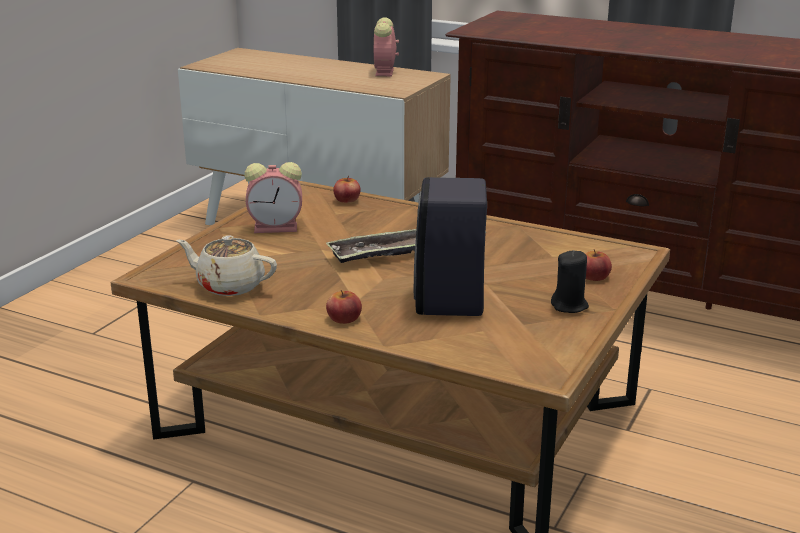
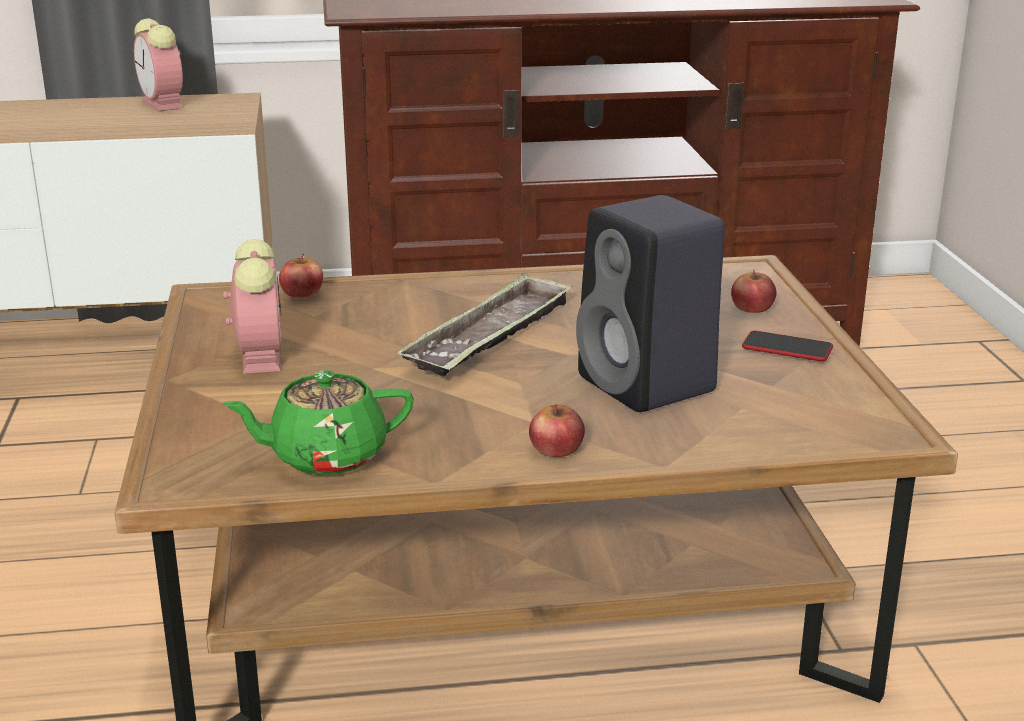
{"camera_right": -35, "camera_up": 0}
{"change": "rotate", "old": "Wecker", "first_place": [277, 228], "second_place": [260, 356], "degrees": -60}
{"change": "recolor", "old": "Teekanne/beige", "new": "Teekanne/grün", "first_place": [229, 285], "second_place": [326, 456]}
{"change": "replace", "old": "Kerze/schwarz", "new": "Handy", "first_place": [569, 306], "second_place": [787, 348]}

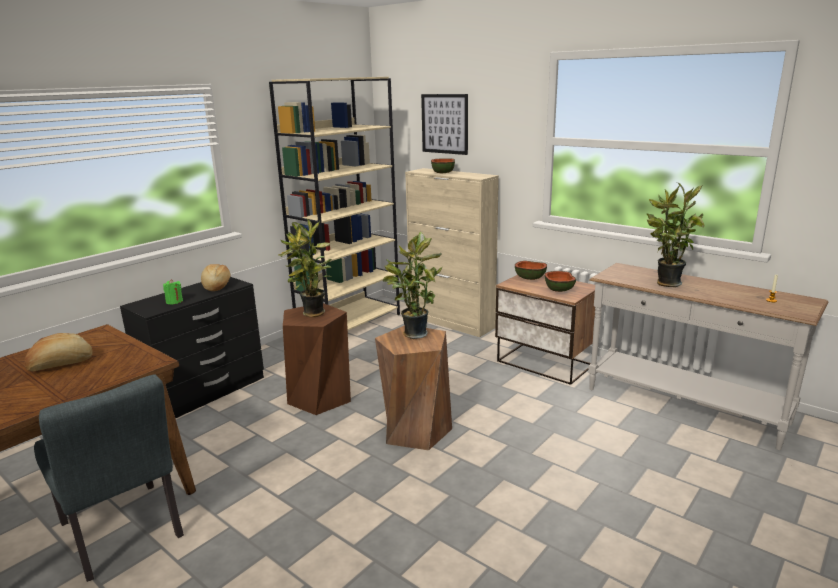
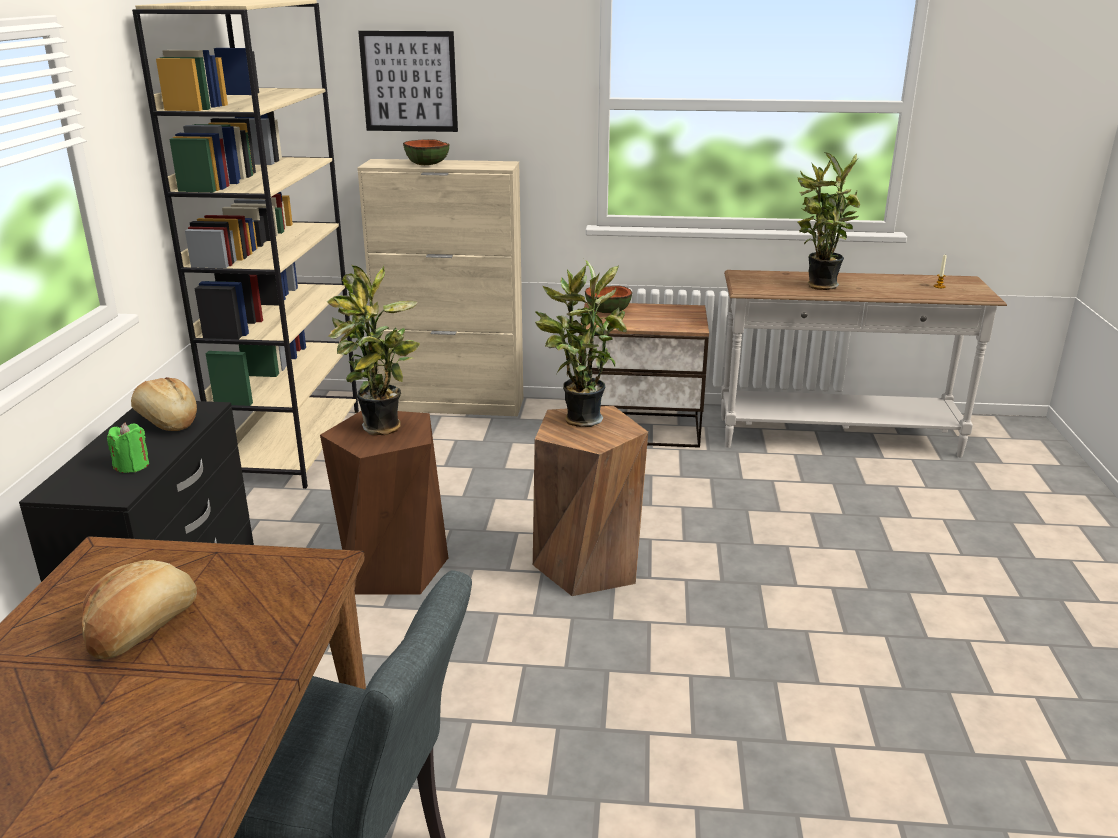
{"camera_right": -35, "camera_up": 5}
{"change": "delete", "old": "Schüssel", "first_place": [559, 290]}

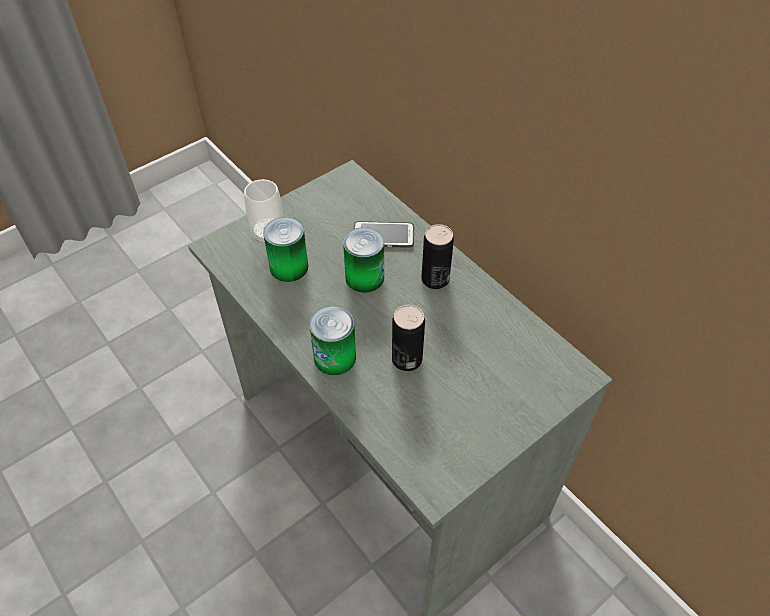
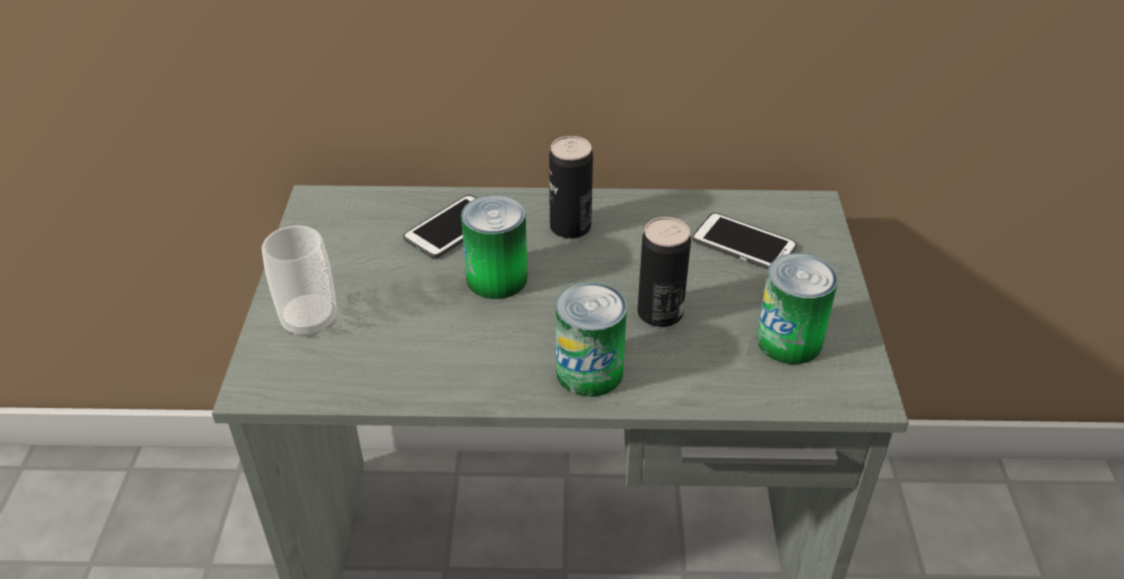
{"camera_right": -50, "camera_up": -10}
{"change": "move", "old": "Dose", "first_place": [289, 267], "second_place": [789, 340]}
{"change": "insert", "new": "Handy", "second_place": [743, 244]}

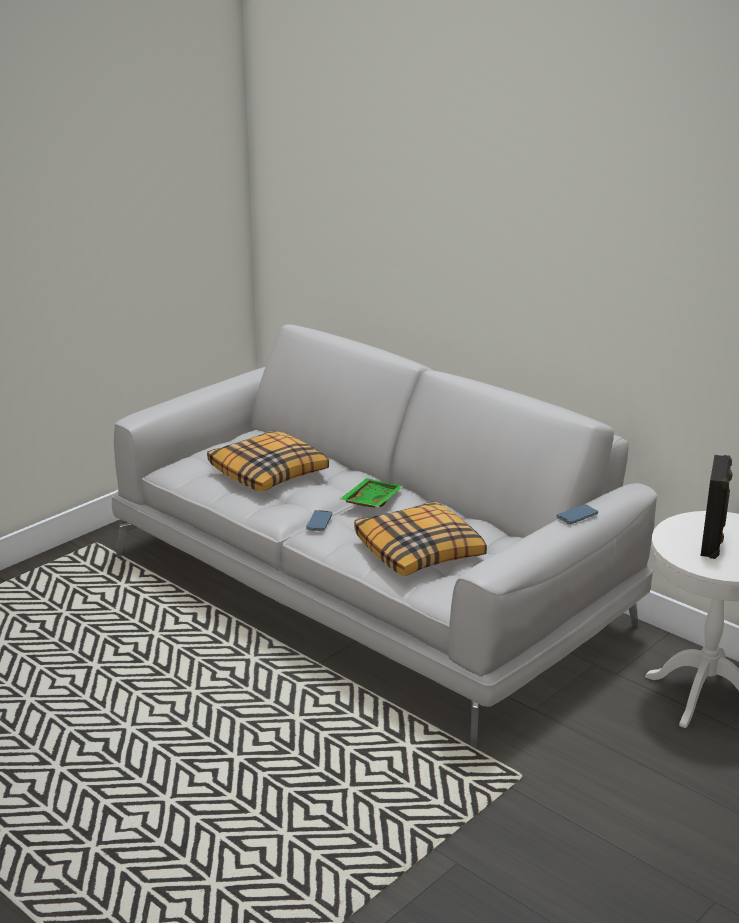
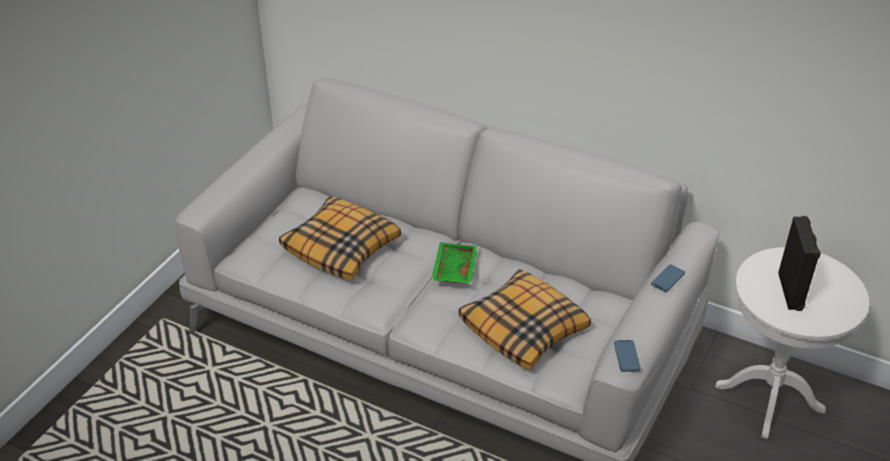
{"camera_right": -15, "camera_up": 15}
{"change": "move", "old": "Handy", "first_place": [319, 522], "second_place": [626, 357]}

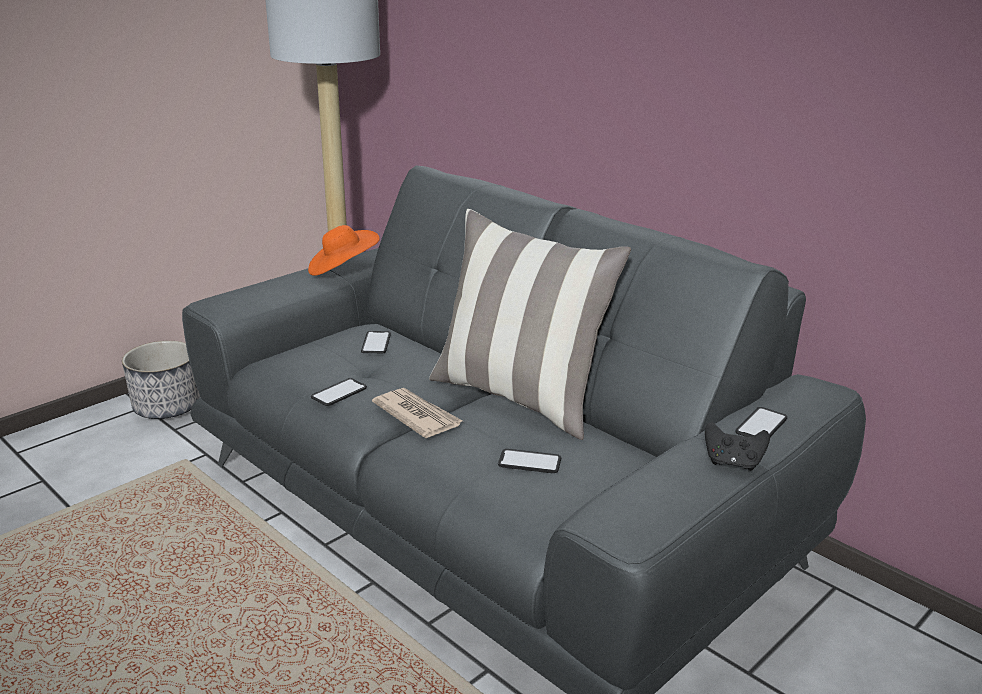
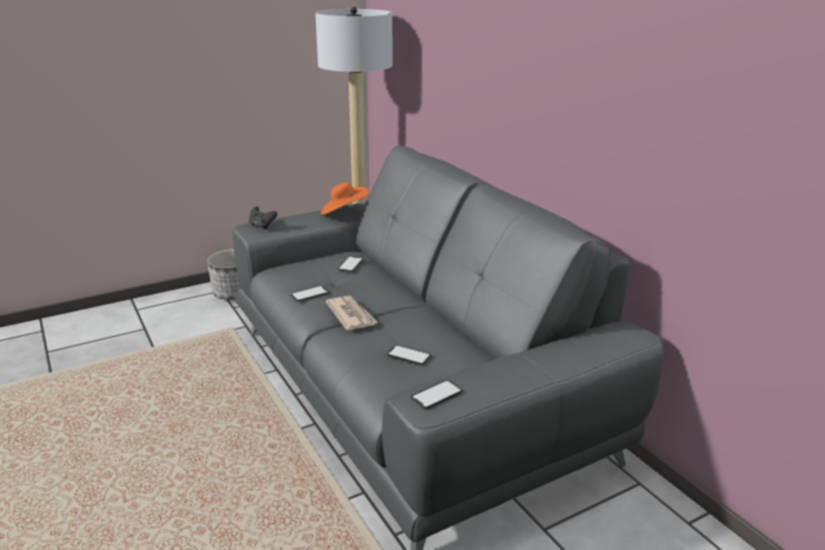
{"camera_right": 15, "camera_up": 0}
{"change": "delete", "old": "Kissen", "first_place": [520, 398]}
{"change": "move", "old": "Handy", "first_place": [761, 425], "second_place": [436, 395]}
{"change": "move", "old": "Gamepad/schwarz", "first_place": [733, 463], "second_place": [262, 226]}

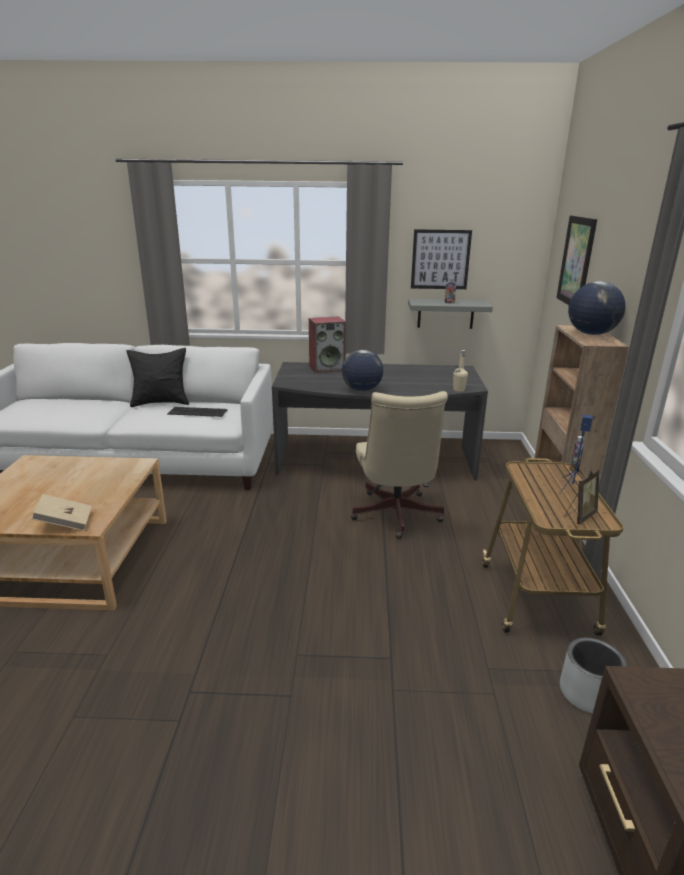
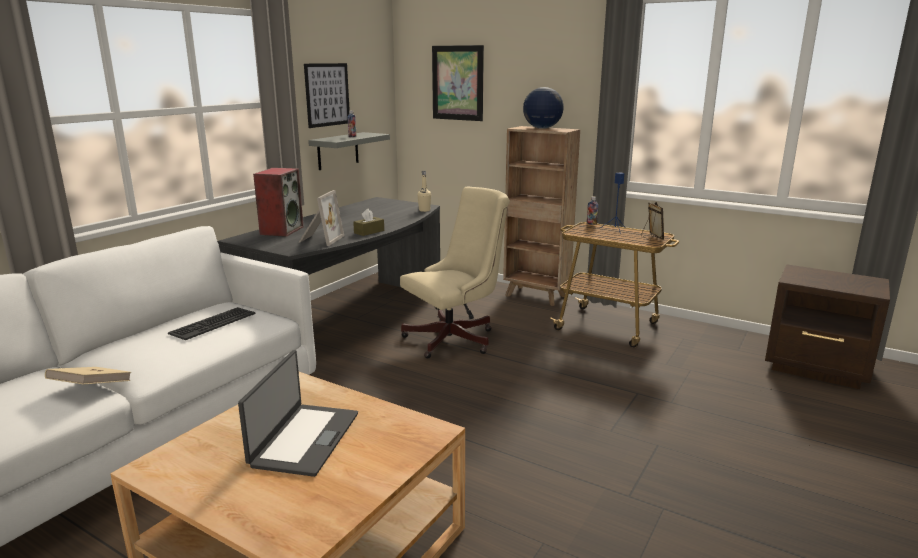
{"camera_right": -60, "camera_up": -5}
{"change": "delete", "old": "Kissen/schwarz", "first_place": [161, 402]}
{"change": "replace", "old": "Globus", "new": "Taschentuchbox/braun", "first_place": [361, 390], "second_place": [369, 232]}
{"change": "rotate", "old": "Bürostuhl/beige", "first_place": [395, 517], "second_place": [456, 338], "degrees": -60}
{"change": "move", "old": "Buch/beige", "first_place": [65, 523], "second_place": [92, 389]}
{"change": "delete", "old": "Pflanzkübel/grau", "first_place": [587, 693]}
{"change": "insert", "new": "Bilderrahmen", "second_place": [320, 239]}
{"change": "insert", "new": "Laptop", "second_place": [304, 439]}

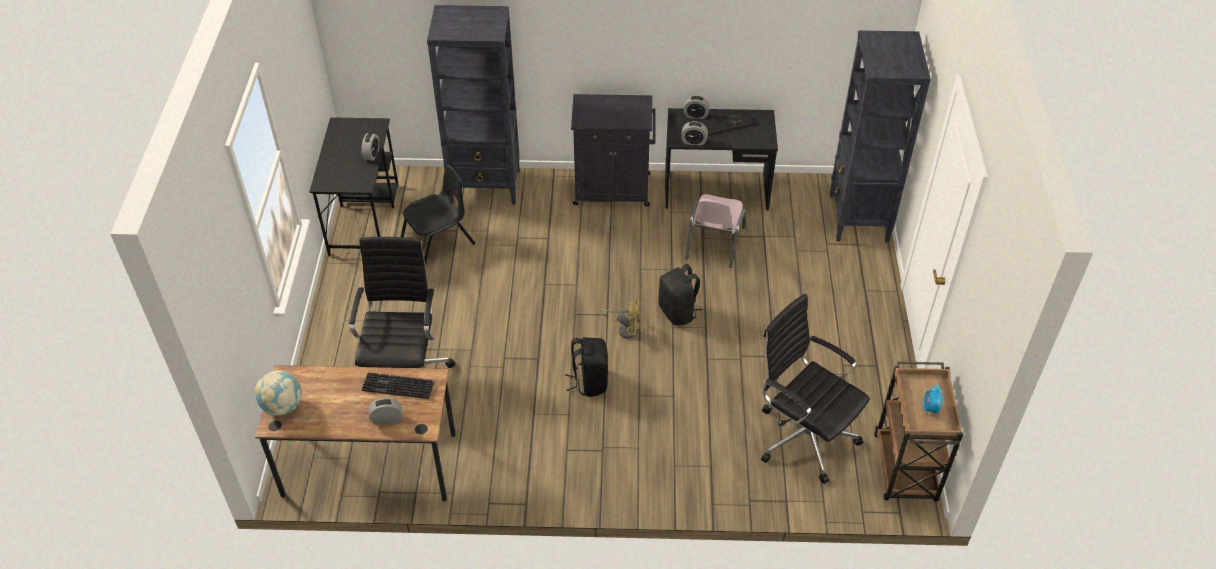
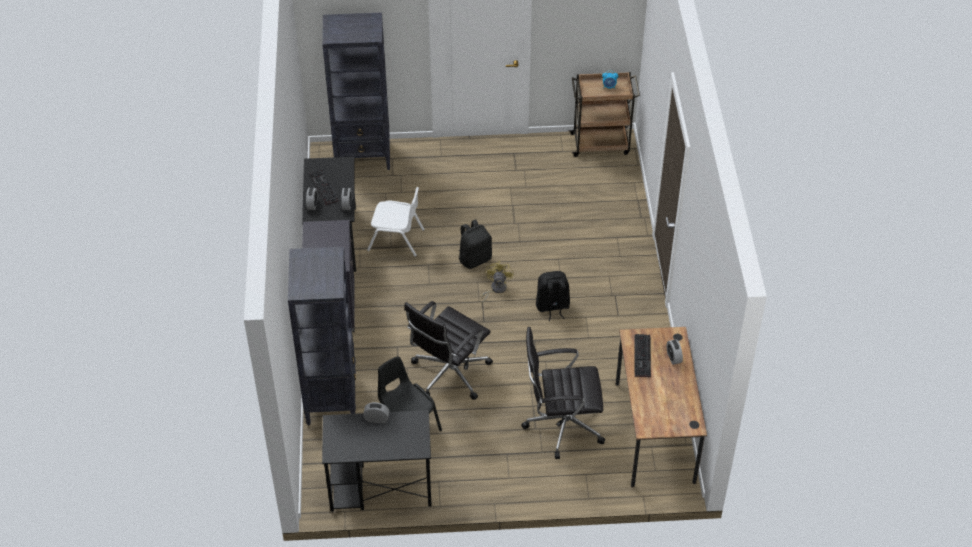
{"camera_right": -95, "camera_up": 0}
{"change": "recolor", "old": "Stuhl/rosa", "new": "Stuhl/weiß", "first_place": [714, 243], "second_place": [396, 240]}
{"change": "move", "old": "Bürostuhl/schwarz", "first_place": [803, 436], "second_place": [448, 374]}
{"change": "delete", "old": "Globus", "first_place": [282, 406]}

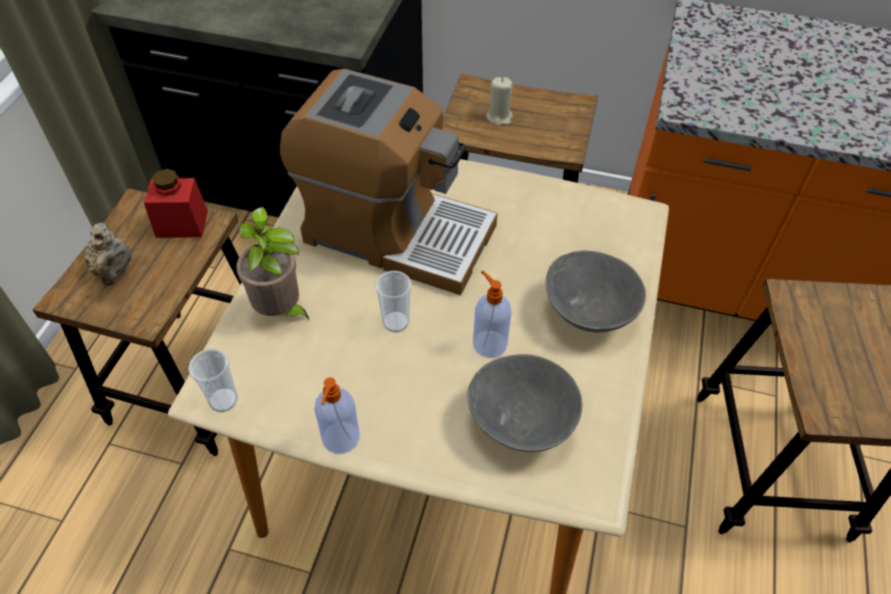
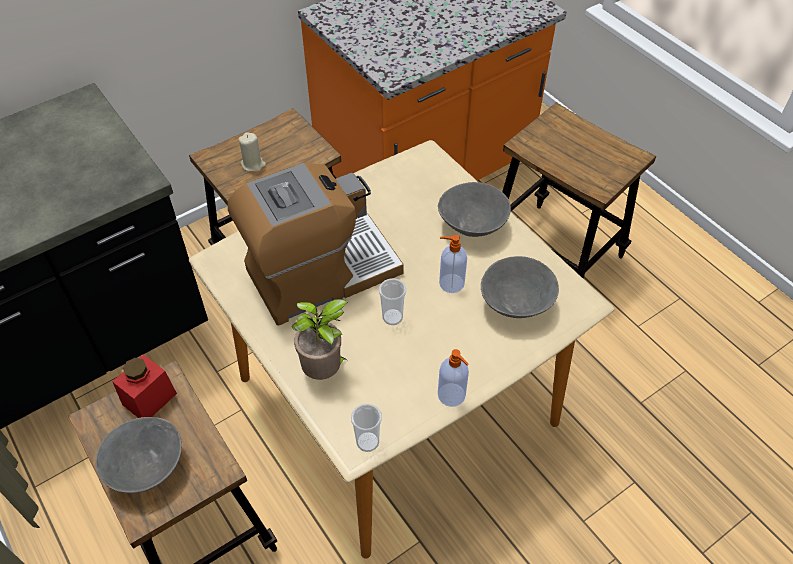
{"camera_right": -50, "camera_up": 0}
{"change": "replace", "old": "Teekanne/beige", "new": "Schüssel/grau", "first_place": [114, 270], "second_place": [148, 468]}

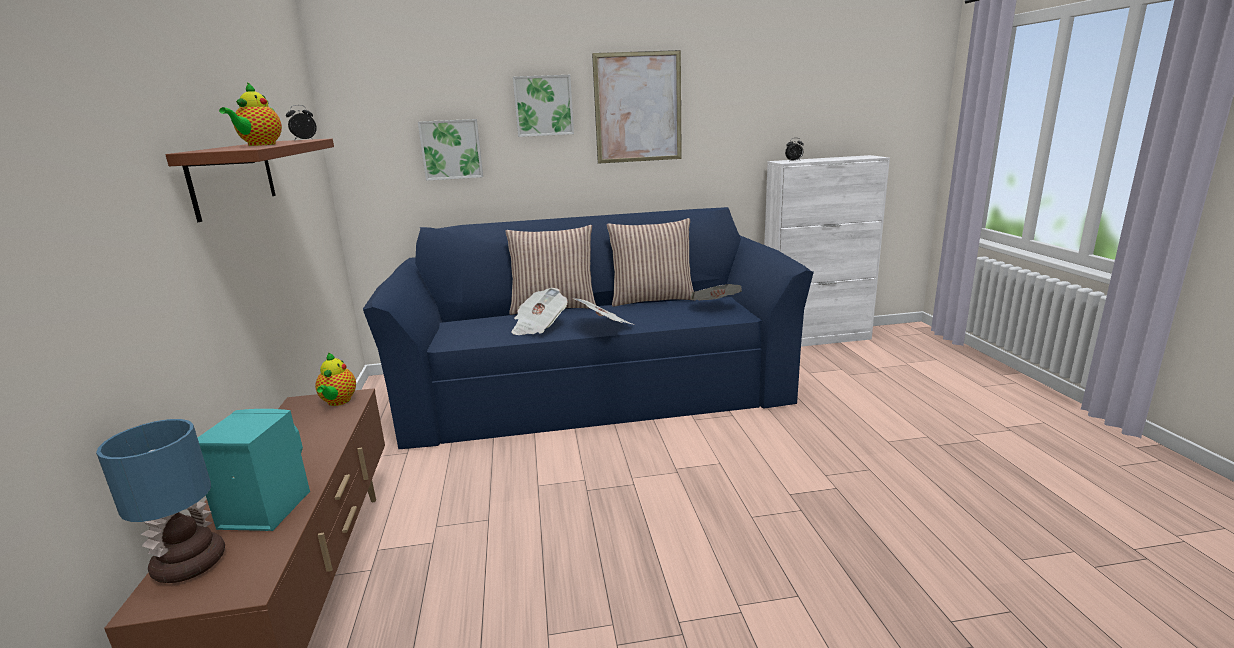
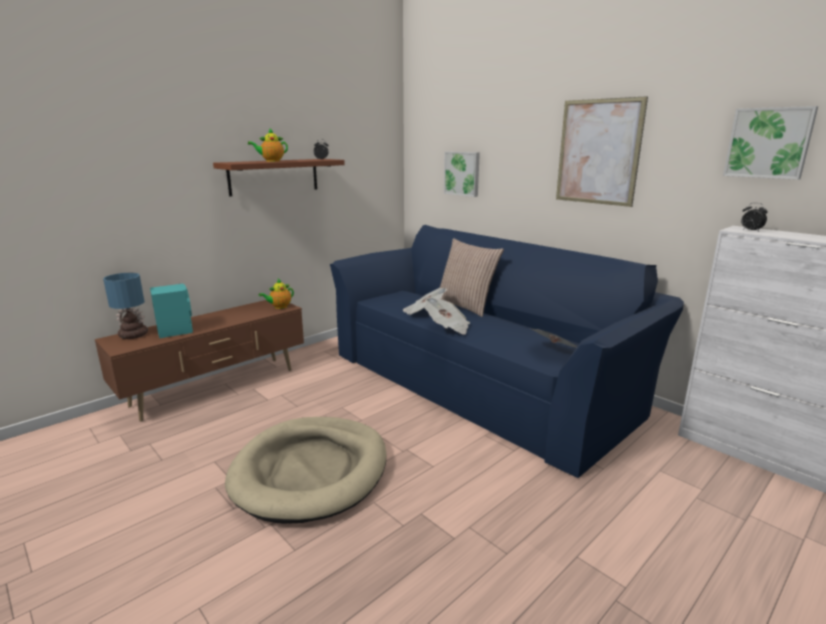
{"camera_right": 55, "camera_up": 0}
{"change": "move", "old": "Bild", "first_place": [543, 106], "second_place": [768, 143]}
{"change": "delete", "old": "Kissen", "first_place": [652, 299]}
{"change": "insert", "new": "Hundebett/beige", "second_place": [311, 471]}

